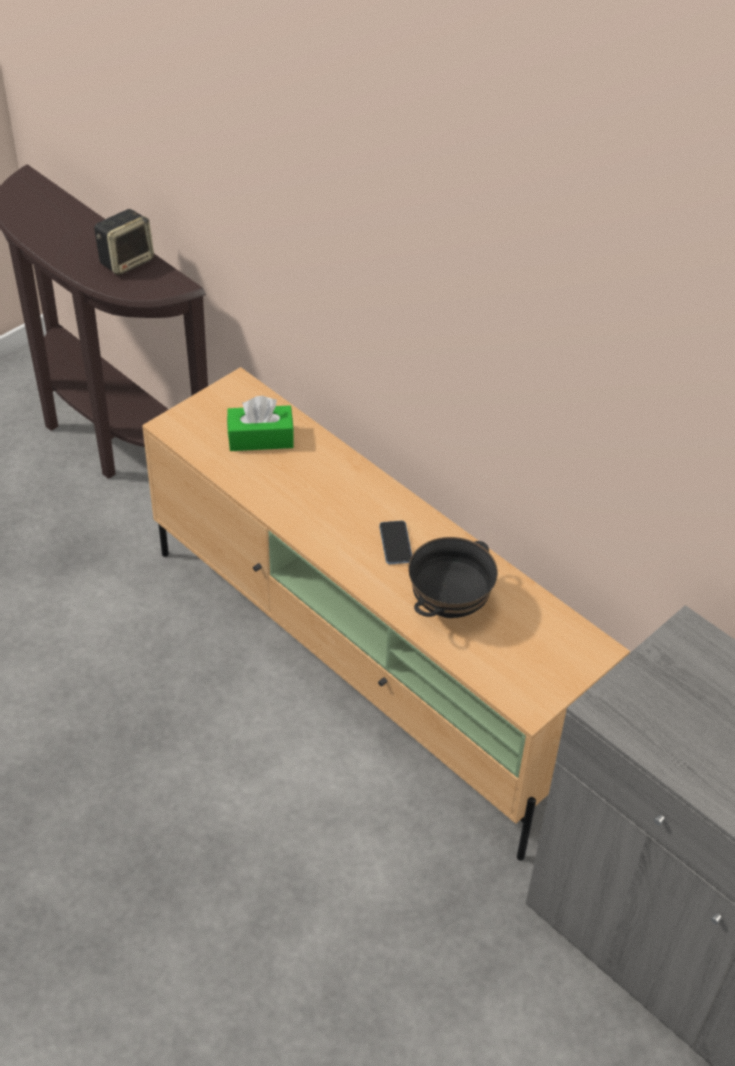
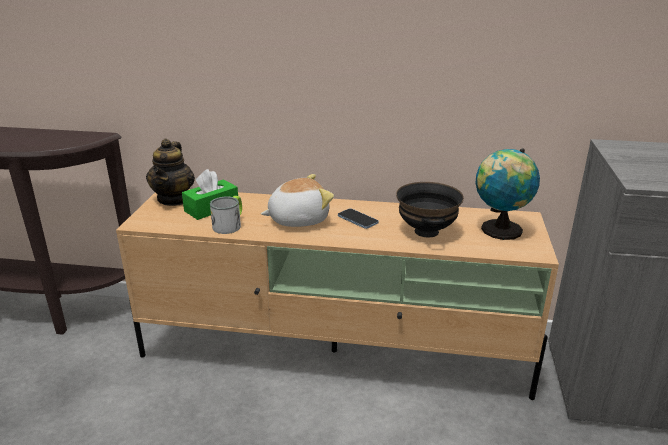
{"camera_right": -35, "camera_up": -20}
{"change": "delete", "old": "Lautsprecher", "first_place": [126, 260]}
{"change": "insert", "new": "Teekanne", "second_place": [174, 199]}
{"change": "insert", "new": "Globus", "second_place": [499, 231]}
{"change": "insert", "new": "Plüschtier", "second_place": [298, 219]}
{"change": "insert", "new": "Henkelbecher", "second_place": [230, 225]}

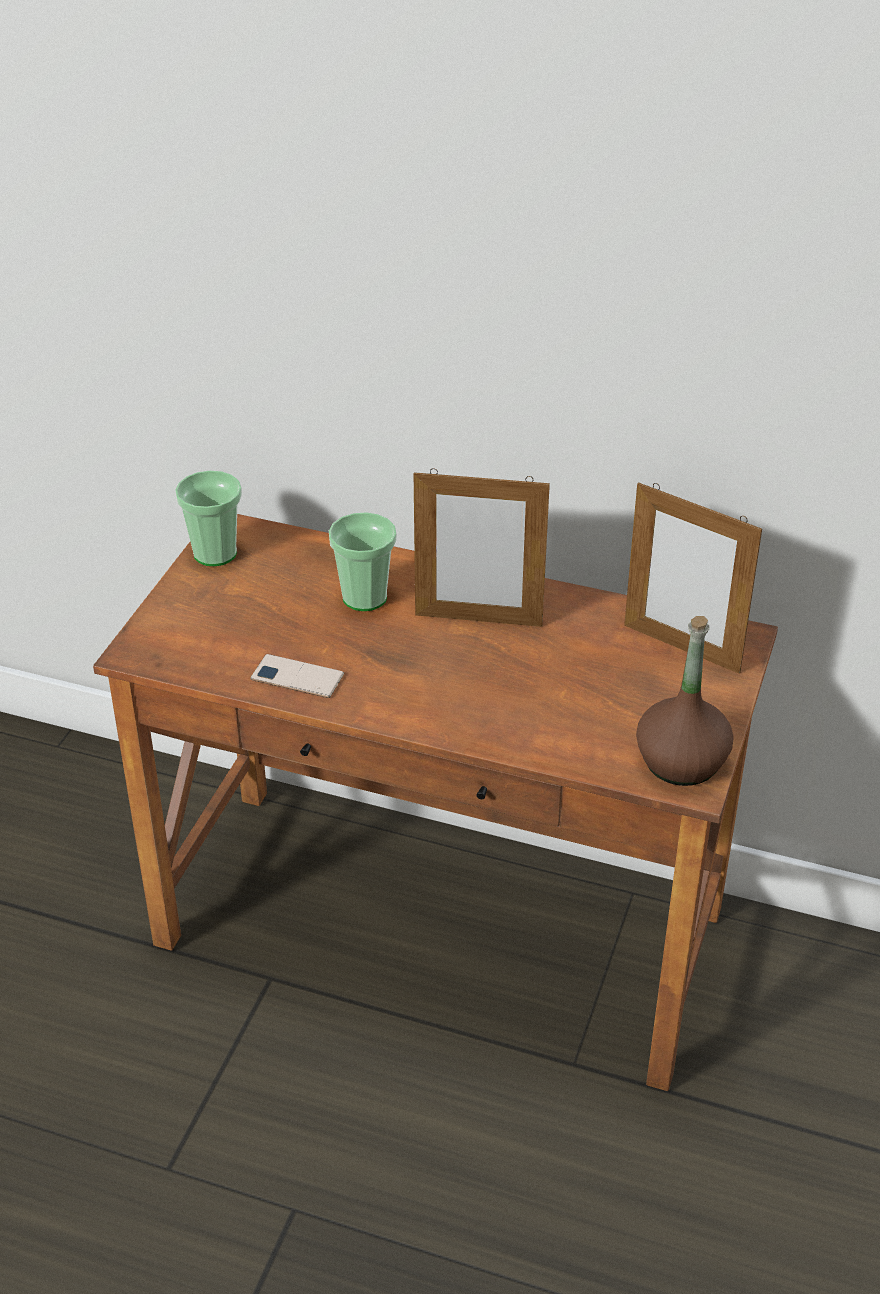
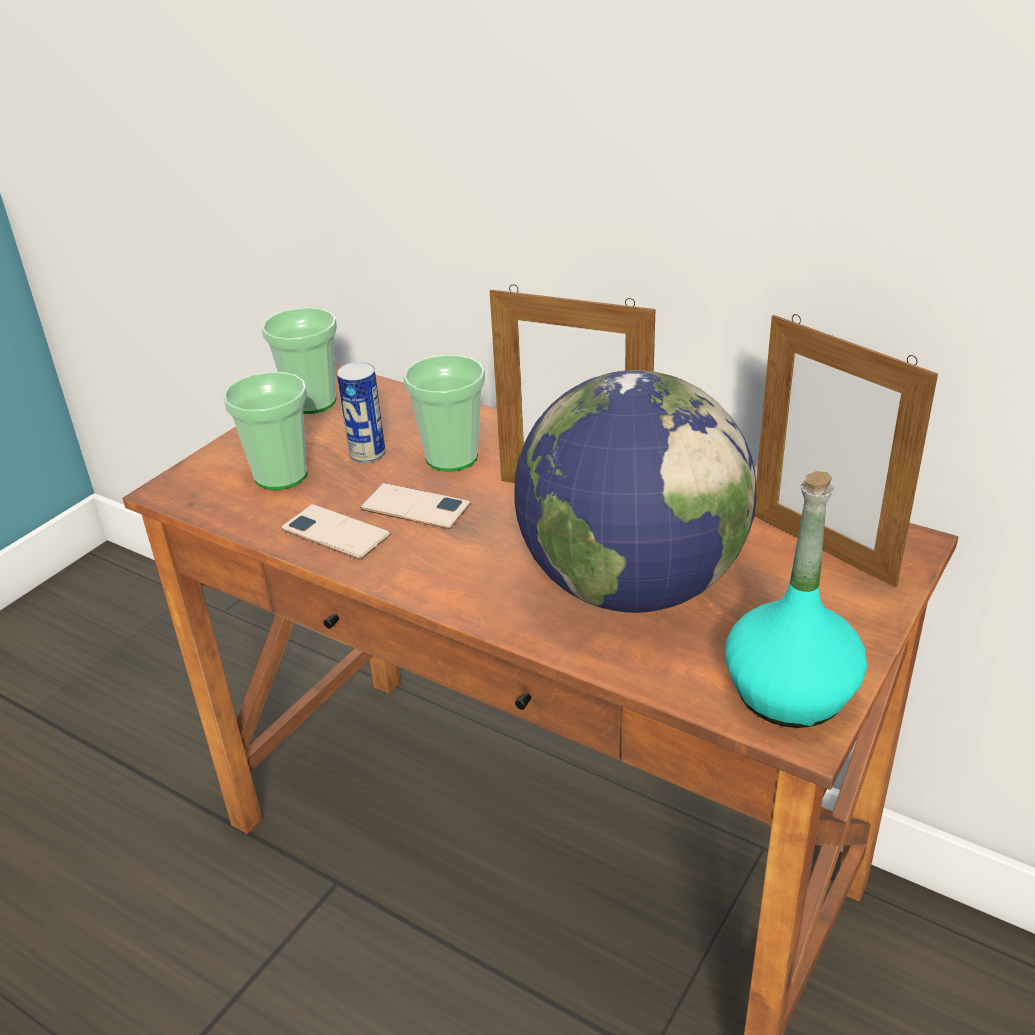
{"camera_right": 15, "camera_up": -5}
{"change": "recolor", "old": "Flasche/braun", "new": "Flasche/türkis", "first_place": [681, 762], "second_place": [789, 693]}
{"change": "insert", "new": "Dose", "second_place": [367, 454]}
{"change": "insert", "new": "Globus", "second_place": [631, 586]}
{"change": "insert", "new": "Tasse", "second_place": [281, 475]}
{"change": "insert", "new": "Handy", "second_place": [415, 507]}

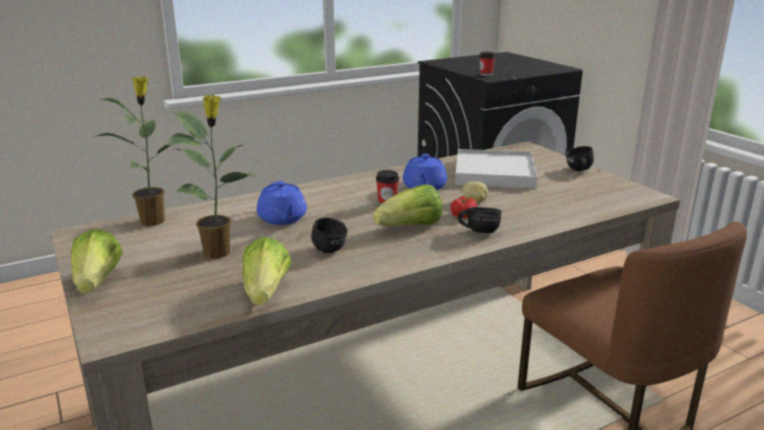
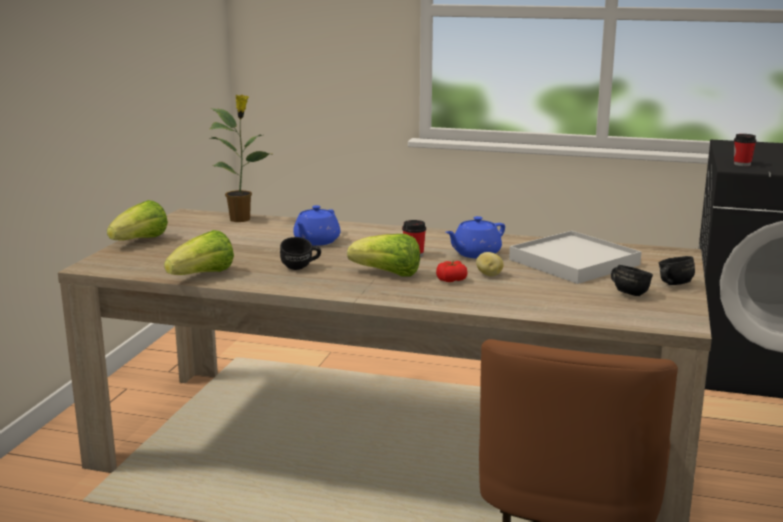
{"camera_right": 45, "camera_up": -5}
{"change": "delete", "old": "Topfpflanze", "first_place": [219, 252]}
{"change": "move", "old": "Henkelbecher/schwarz", "first_place": [478, 231], "second_place": [628, 293]}

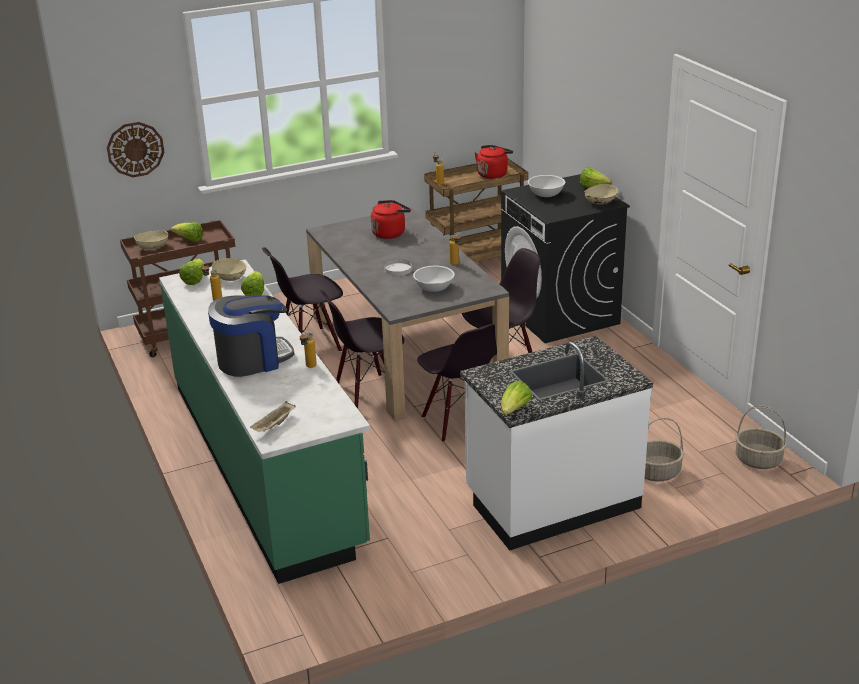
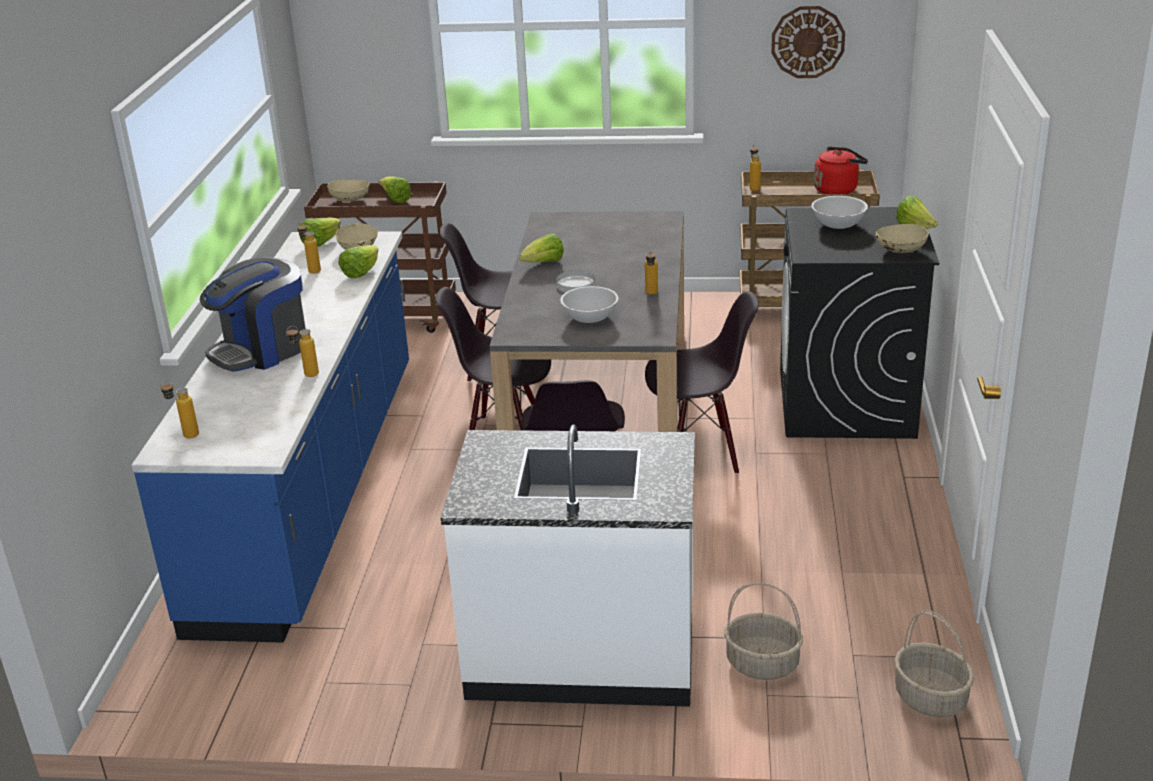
{"camera_right": 30, "camera_up": 0}
{"change": "move", "old": "Wanduhr", "first_place": [135, 149], "second_place": [808, 42]}
{"change": "delete", "old": "Wasserkessel/rot", "first_place": [390, 233]}
{"change": "recolor", "old": "Küchenzeile/grün", "new": "Küchenzeile/blau", "first_place": [266, 462], "second_place": [314, 489]}
{"change": "rotate", "old": "Kaffeemaschine", "first_place": [253, 359], "second_place": [262, 350], "degrees": 135}
{"change": "move", "old": "Salatkopf", "first_place": [514, 410], "second_place": [543, 263]}
{"change": "replace", "old": "Tablett/beige", "new": "Flasche", "first_place": [274, 425], "second_place": [185, 435]}

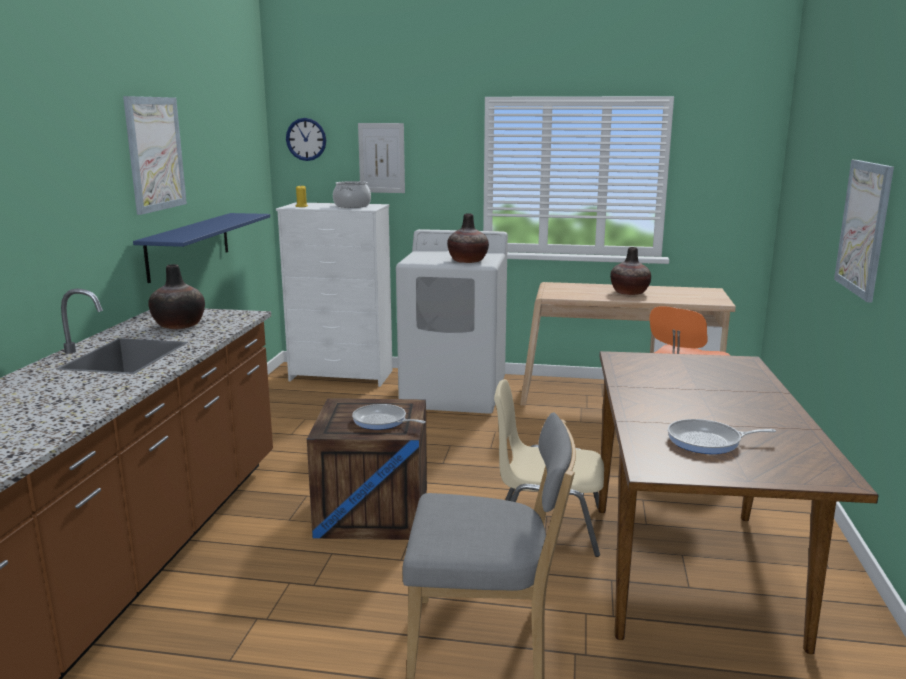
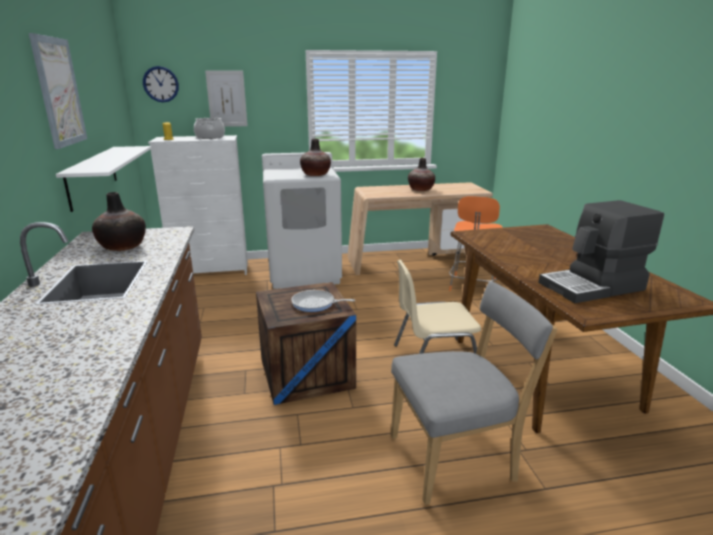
{"camera_right": -20, "camera_up": 5}
{"change": "delete", "old": "Bild", "first_place": [863, 228]}
{"change": "recolor", "old": "Wandregal/blau", "new": "Wandregal/weiß", "first_place": [189, 245], "second_place": [92, 176]}
{"change": "replace", "old": "Pfanne", "new": "Kaffeemaschine", "first_place": [708, 441], "second_place": [593, 287]}

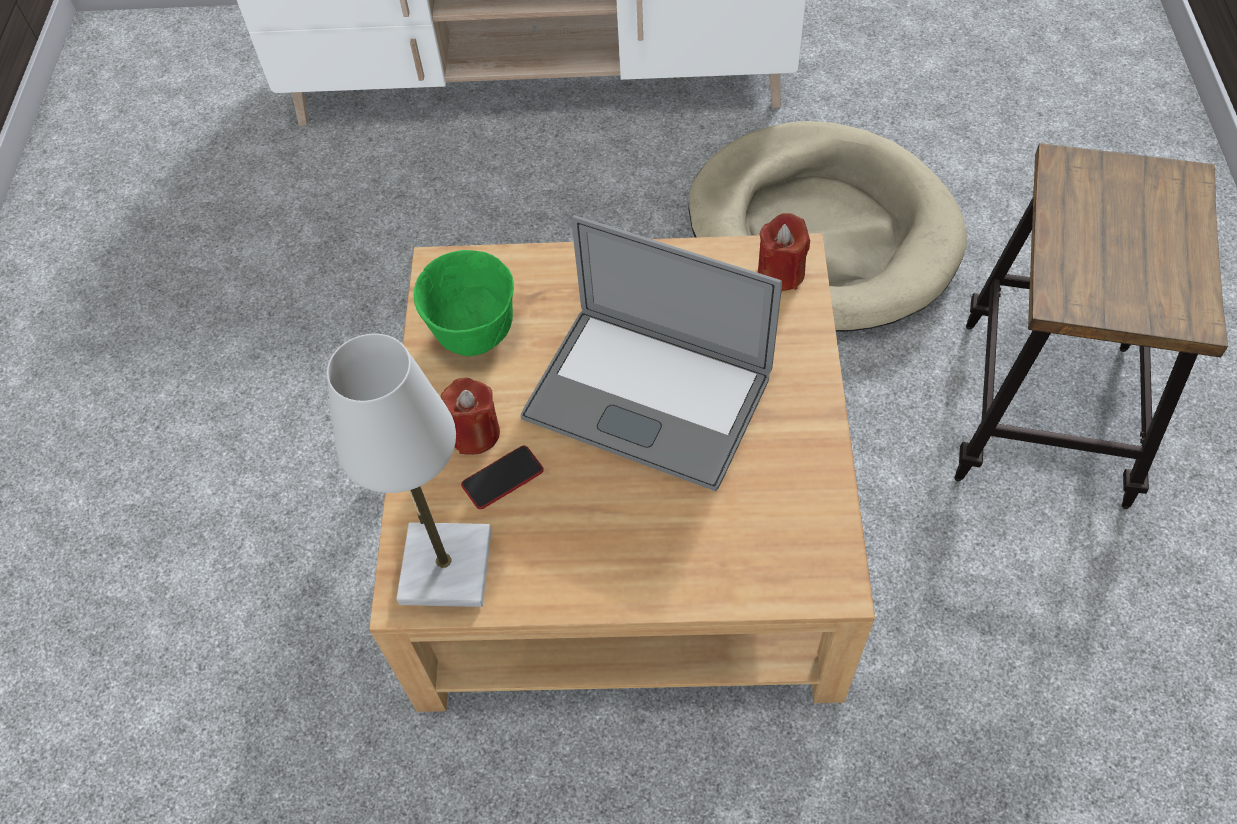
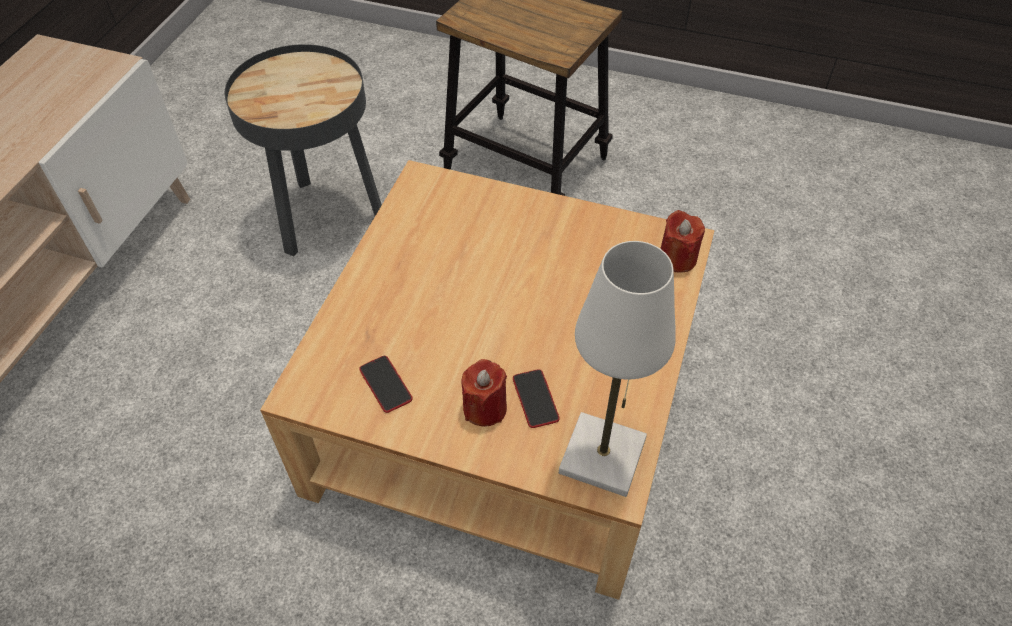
{"camera_right": -75, "camera_up": -5}
{"change": "replace", "old": "Hundebett/beige", "new": "Beistelltisch/schwarz", "first_place": [822, 233], "second_place": [324, 217]}
{"change": "move", "old": "Kerze/rot", "first_place": [780, 273], "second_place": [677, 258]}
{"change": "delete", "old": "Laptop", "first_place": [647, 396]}
{"change": "replace", "old": "Schüssel/grün", "new": "Handy", "first_place": [476, 334], "second_place": [385, 384]}

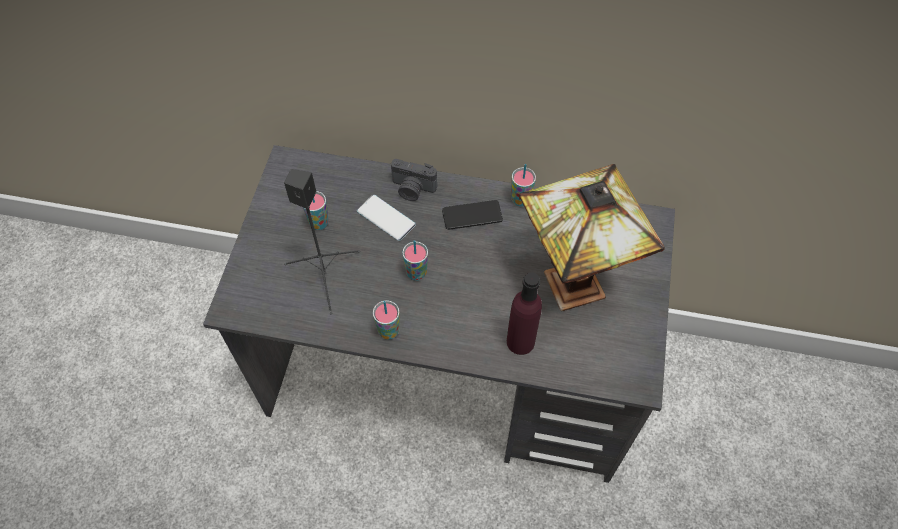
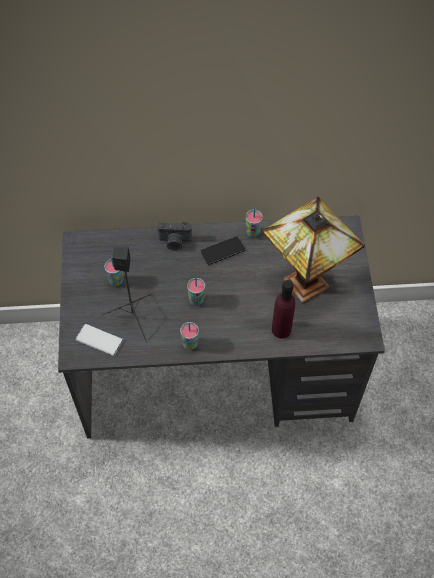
{"camera_right": -15, "camera_up": 0}
{"change": "move", "old": "Handy", "first_place": [386, 218], "second_place": [99, 340]}

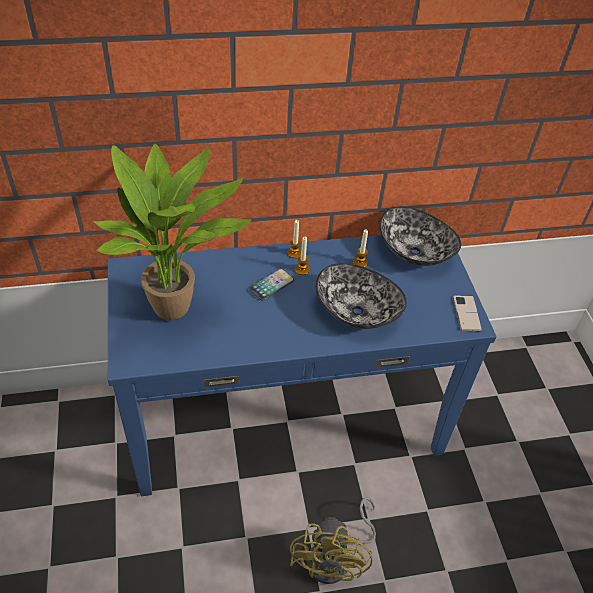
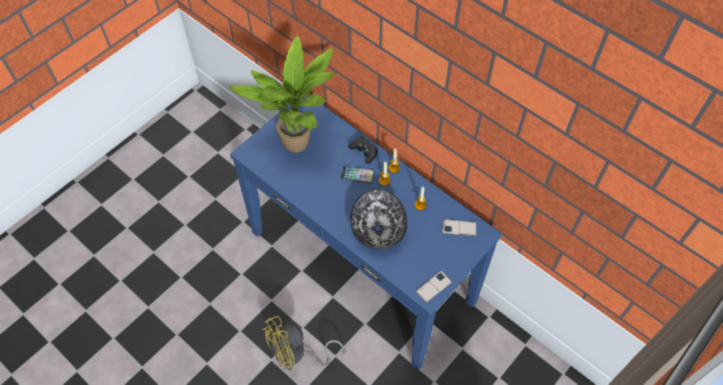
{"camera_right": 55, "camera_up": 10}
{"change": "replace", "old": "Schüssel", "new": "Handy", "first_place": [414, 252], "second_place": [459, 228]}
{"change": "insert", "new": "Gamepad/schwarz", "second_place": [364, 151]}

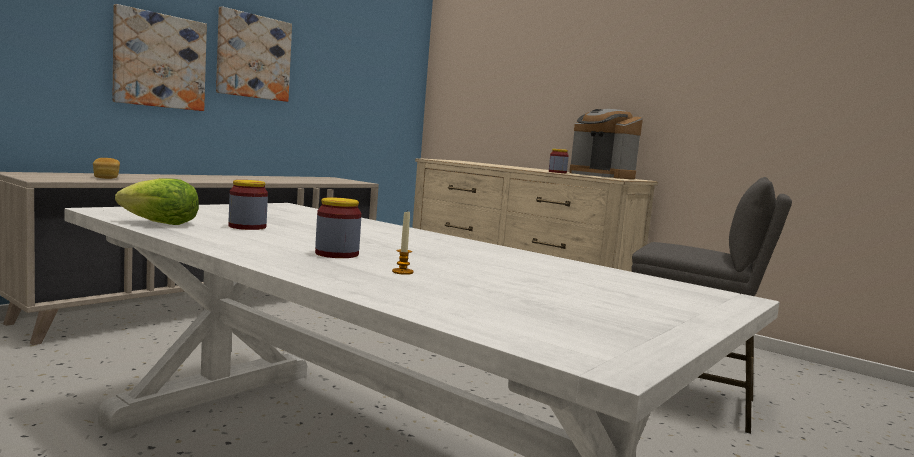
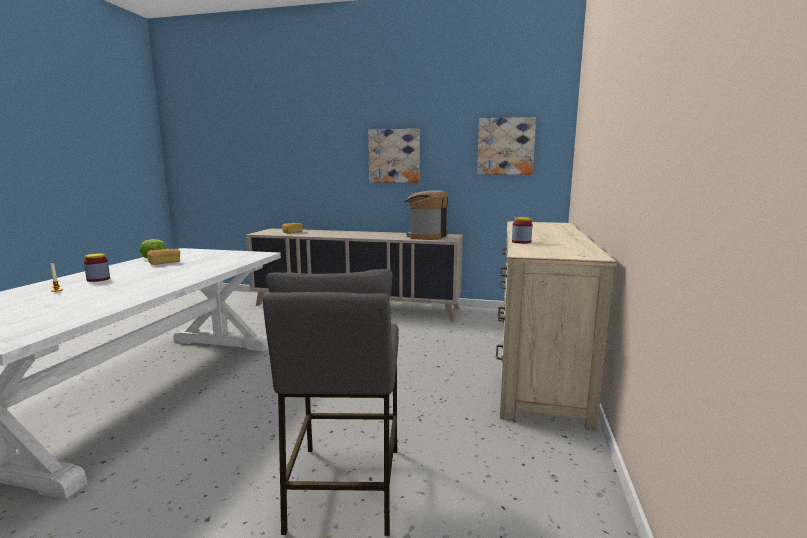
{"camera_right": 65, "camera_up": 5}
{"change": "move", "old": "Bild", "first_place": [159, 61], "second_place": [505, 146]}
{"change": "move", "old": "Kaffeemaschine", "first_place": [601, 176], "second_place": [426, 236]}
{"change": "replace", "old": "Vorratsglas", "new": "Brot", "first_place": [247, 227], "second_place": [165, 263]}

